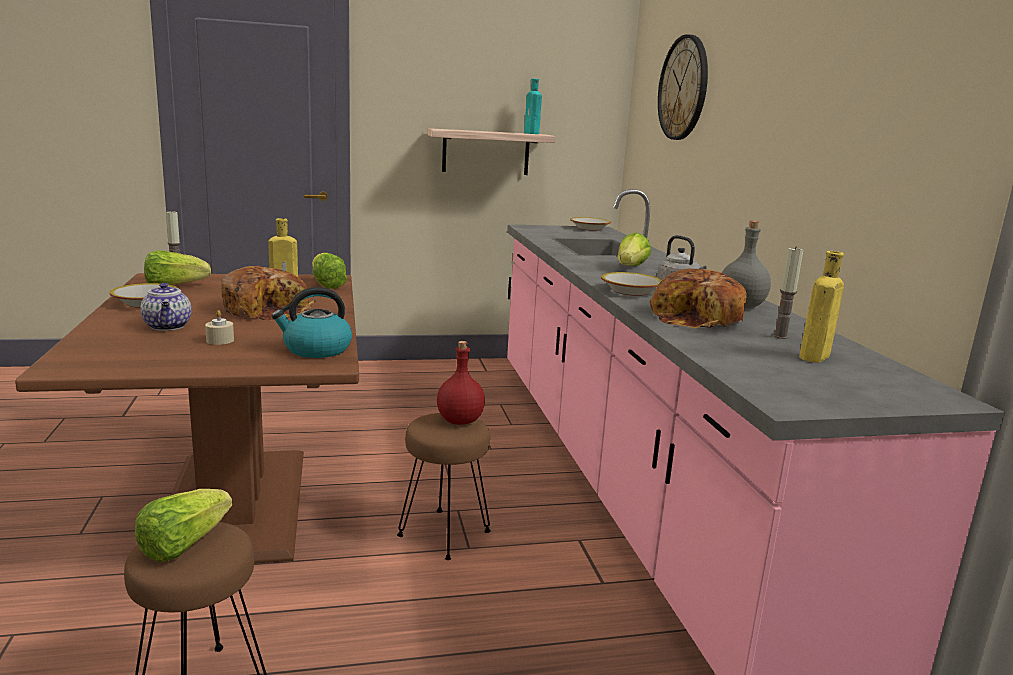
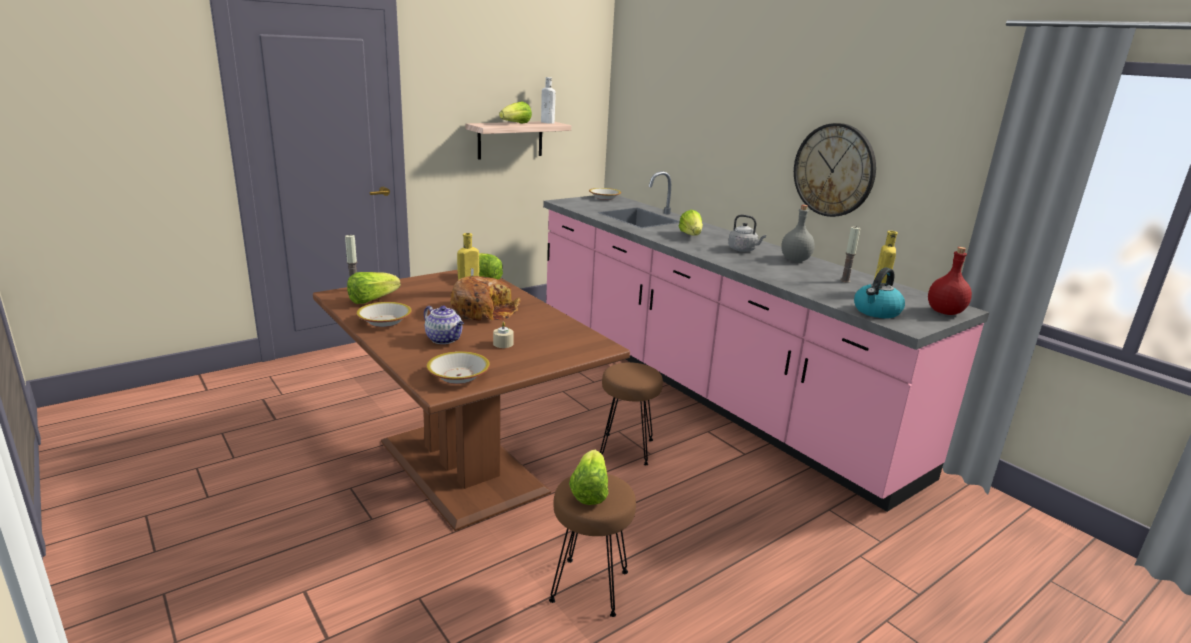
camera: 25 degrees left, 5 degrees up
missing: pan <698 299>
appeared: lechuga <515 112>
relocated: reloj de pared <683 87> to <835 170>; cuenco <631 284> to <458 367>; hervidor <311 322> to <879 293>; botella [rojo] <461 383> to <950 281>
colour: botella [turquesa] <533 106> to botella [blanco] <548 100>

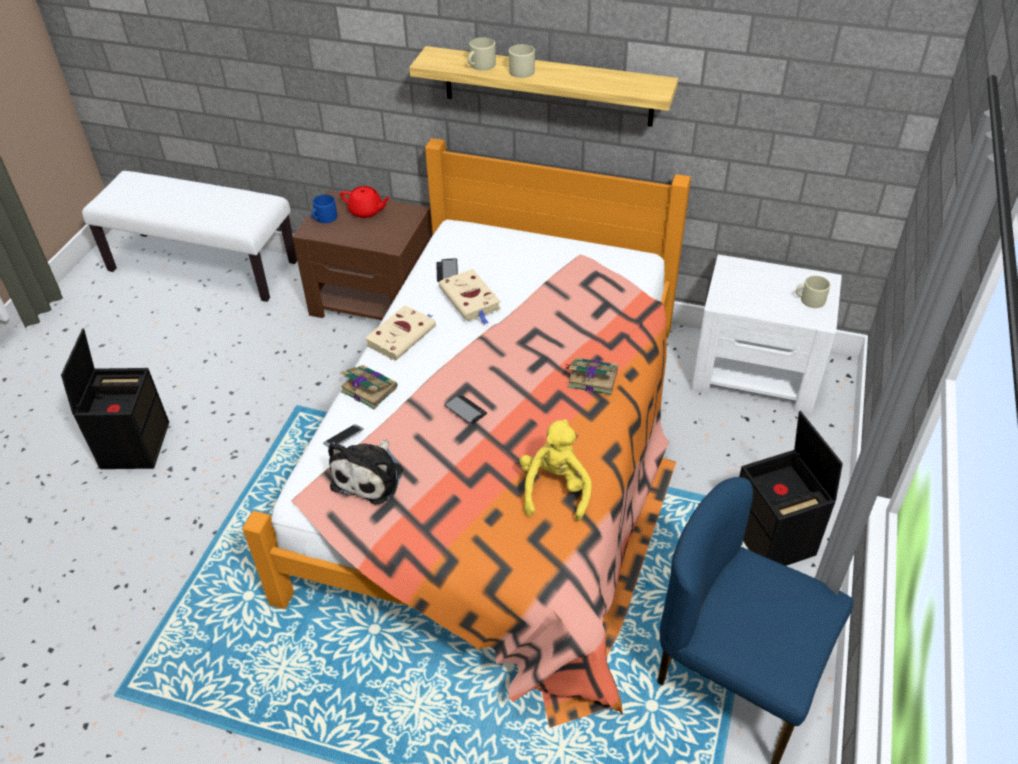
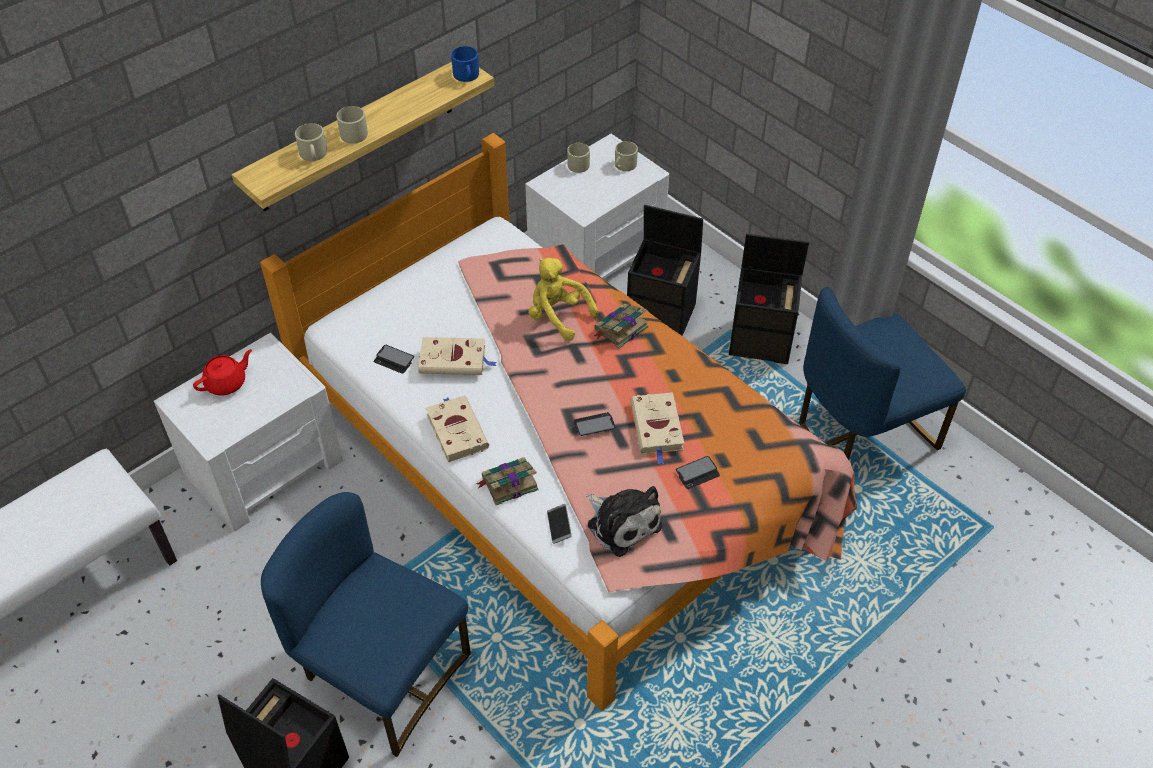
camera: 60 degrees left, 5 degrees up
appeared: taza grande [beis] <578 158>; caja de almacenaje [negro] <665 270>; libro [beis] <657 428>; móvil <698 472>; silla [azul] <366 624>
relocated: taza grande [azul] <324 208> to <465 64>; peluche [amarillo] <555 470> to <563 299>
colour: mesita de noche [marrón] <362 255> to mesita de noche [blanco] <248 432>

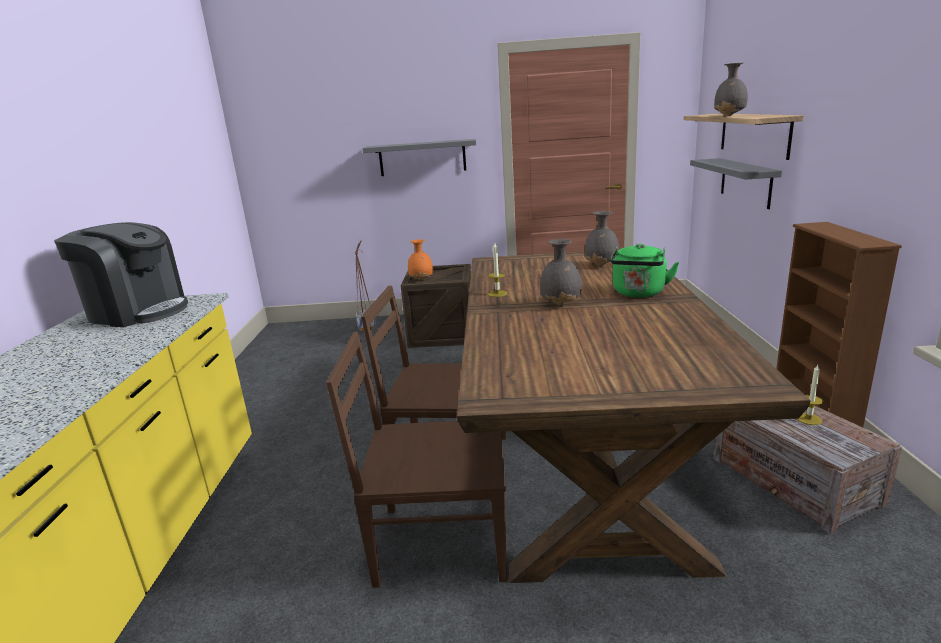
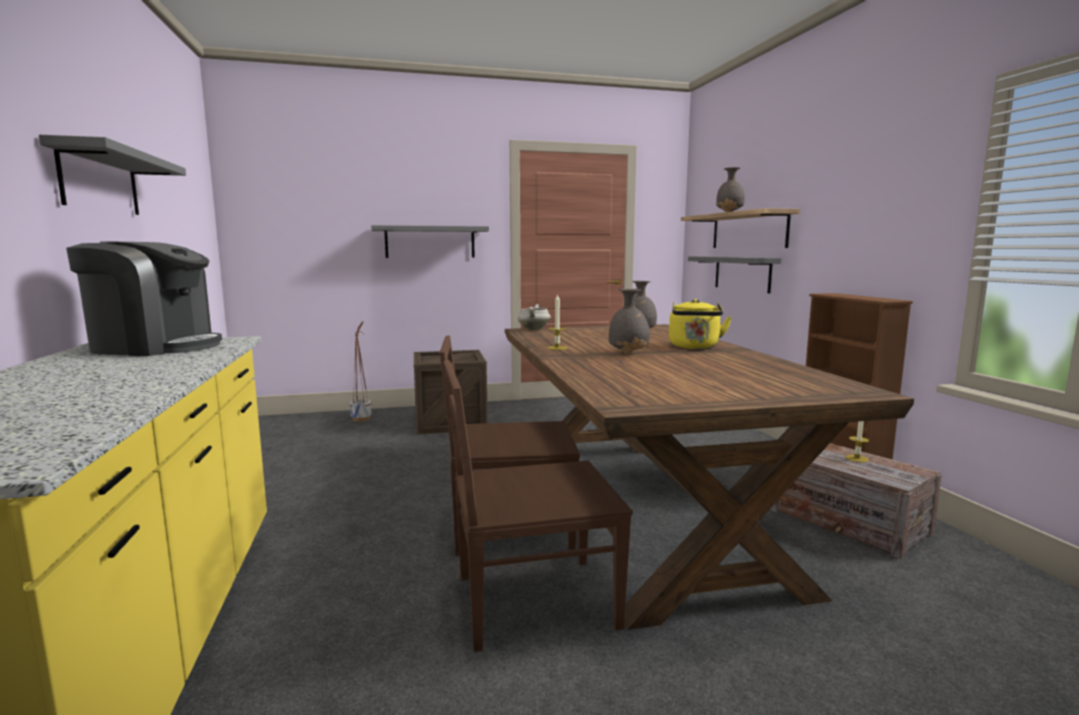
camera: 15 degrees left, 10 degrees down
missing: florero [naranja] <420 259>
appeared: estante [gris] <112 175>; olla [blanco] <534 317>
colour: hervidor [verde] <645 270> to hervidor [amarillo] <700 324>

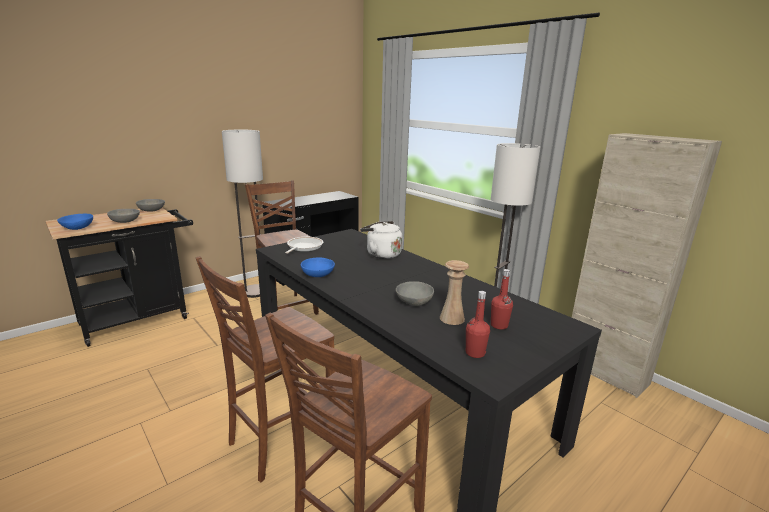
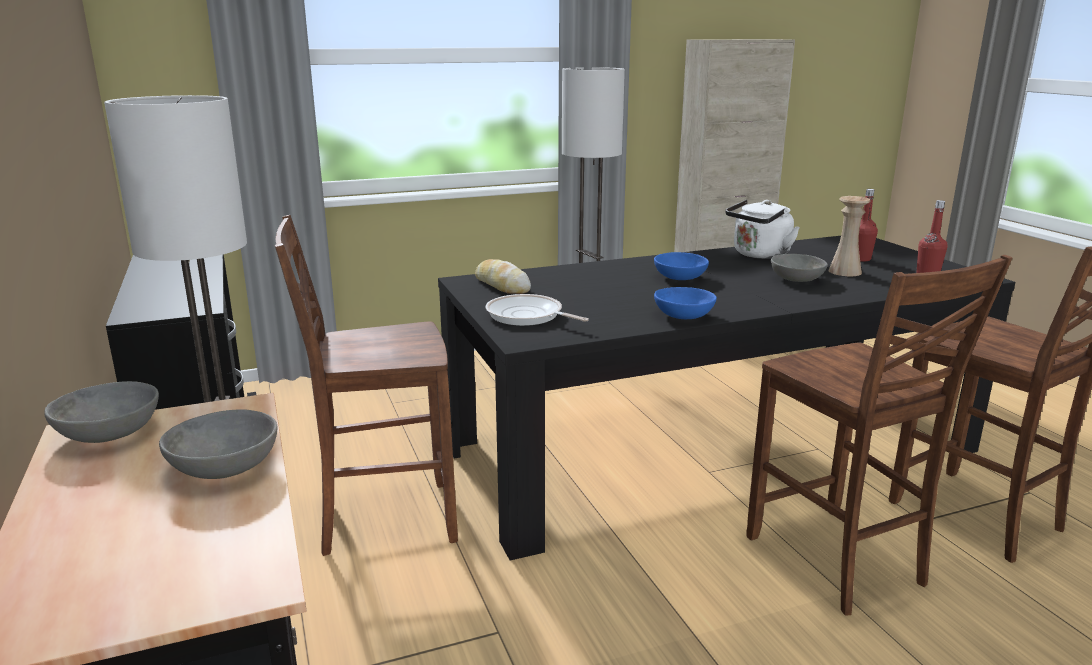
camera: 70 degrees left, 0 degrees up
appeared: pan <503 276>
relocated: cuenco [azul] <75 222> to <681 266>; hervidor [blanco] <381 240> to <762 229>

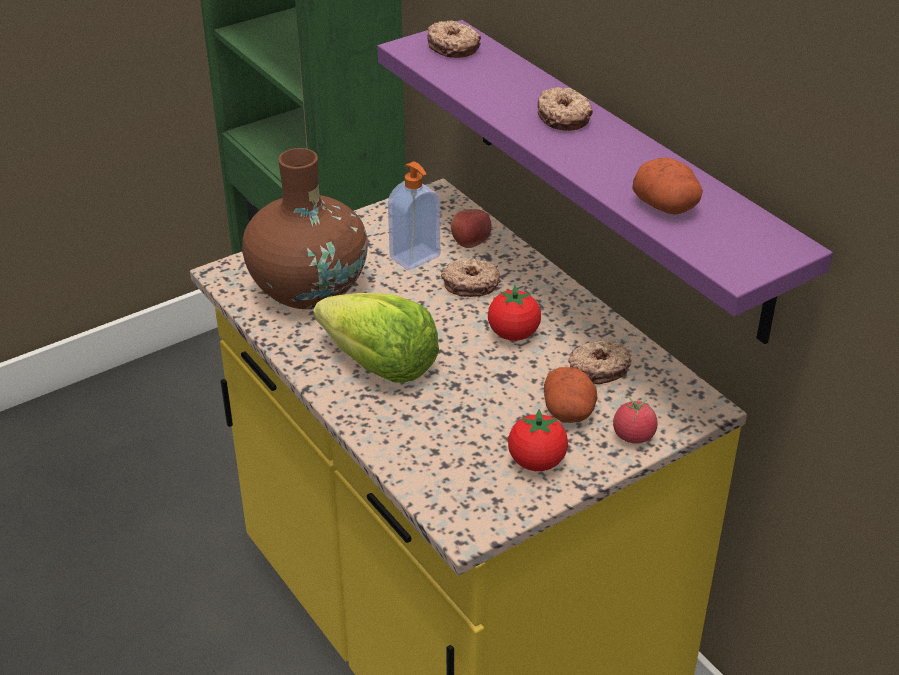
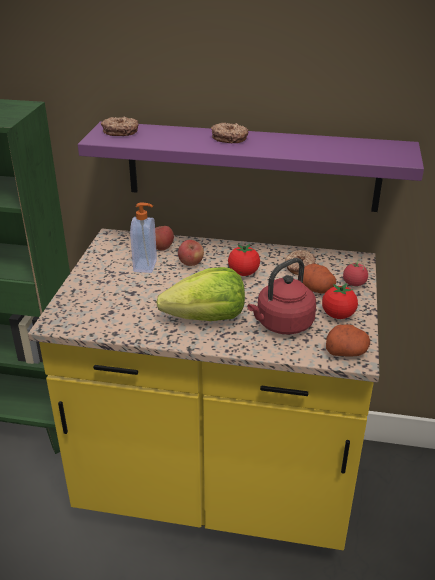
camera: 45 degrees left, 5 degrees down
missing: florero [marrón] <305 228>
appeared: hervidor [rojo] <281 296>
relocated: patata <667 186> to <348 340>
exchanged: rosquilla <470 277> to manzana <191 253>

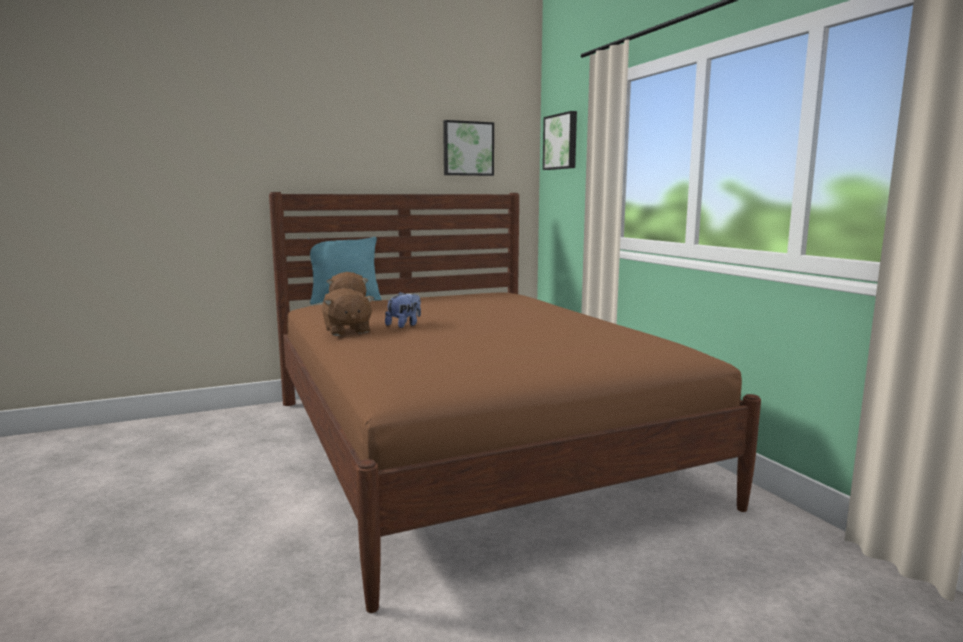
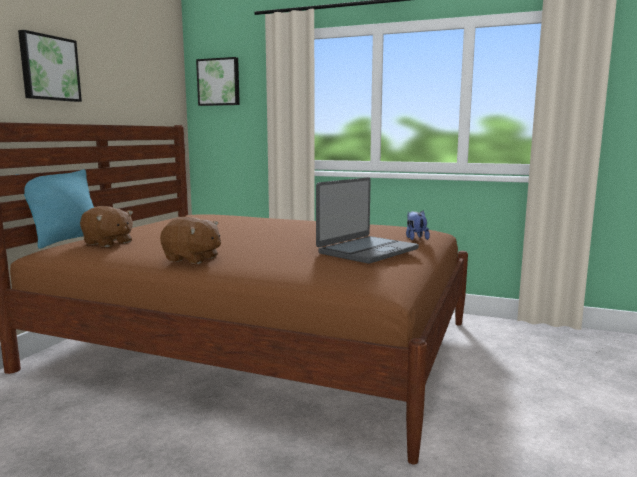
camera: 45 degrees left, 0 degrees up
appeared: portátil <367 220>
relocated: cuadro <468 148> to <50 66>; peluche <403 310> to <418 225>

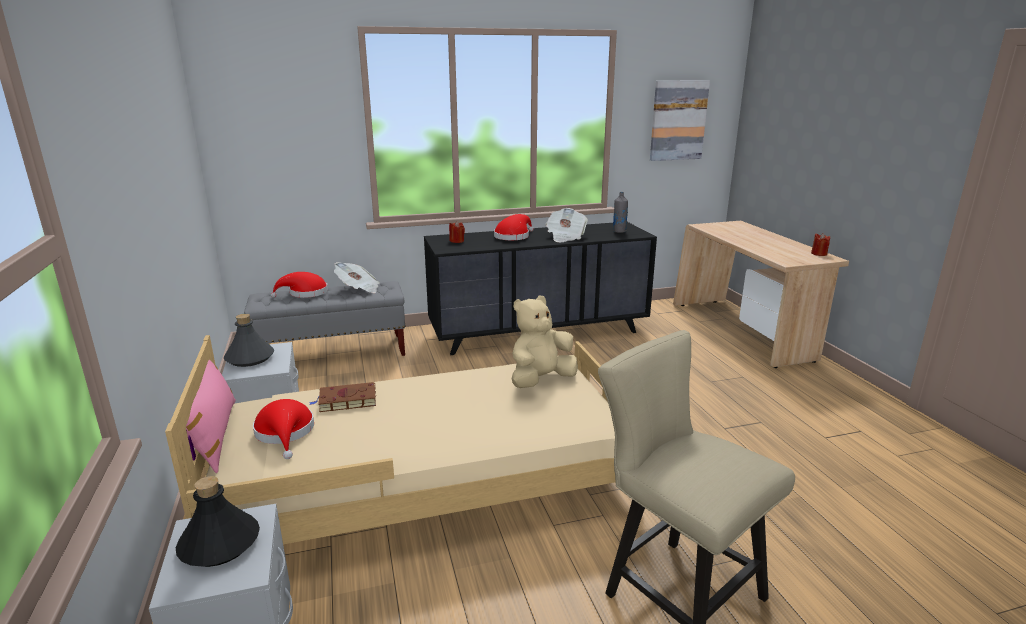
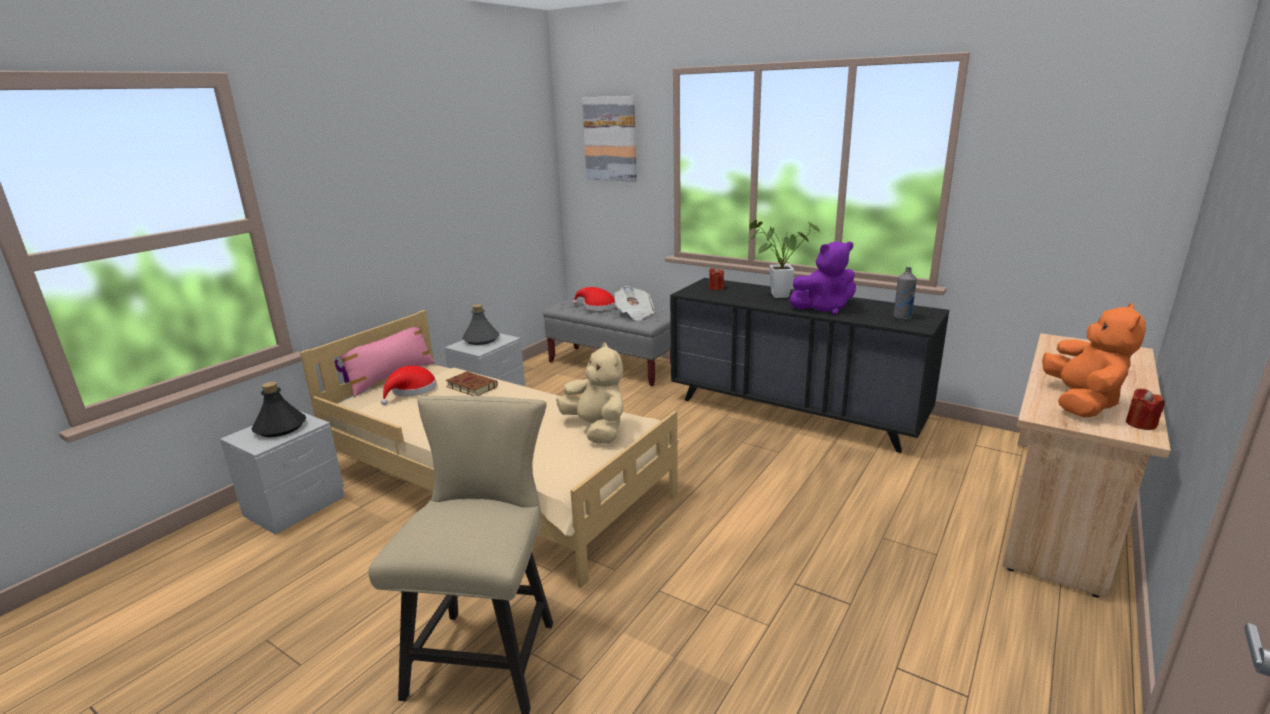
camera: 50 degrees right, 0 degrees up
appeared: peluche [naranja] <1094 360>
relocated: cuadro <680 120> to <609 139>
exchanged: periódico <567 225> to peluche [morado] <822 278>; sombrero [rojo] <514 227> to planta en maceta <784 259>
spun: peluche [beis] <545 342> = <589 393> 45 degrees clockwise

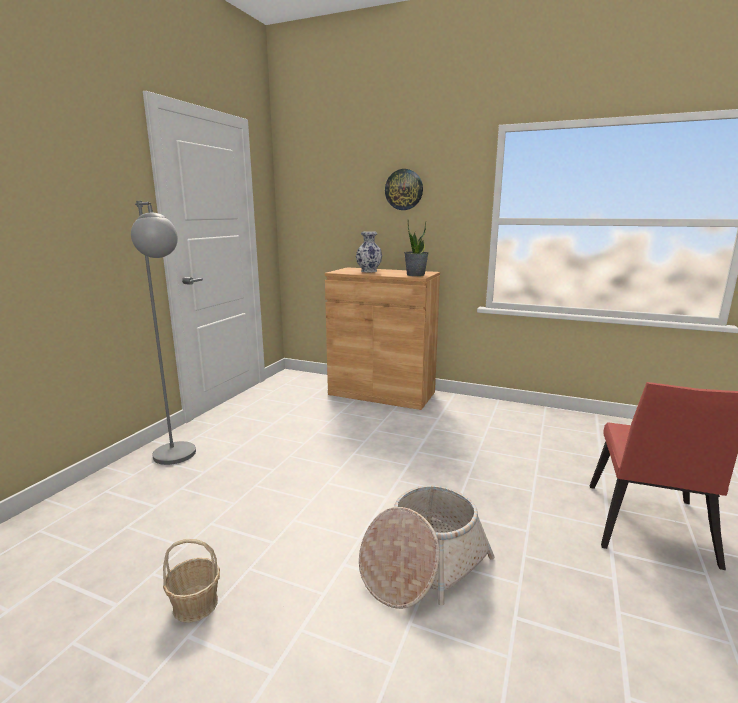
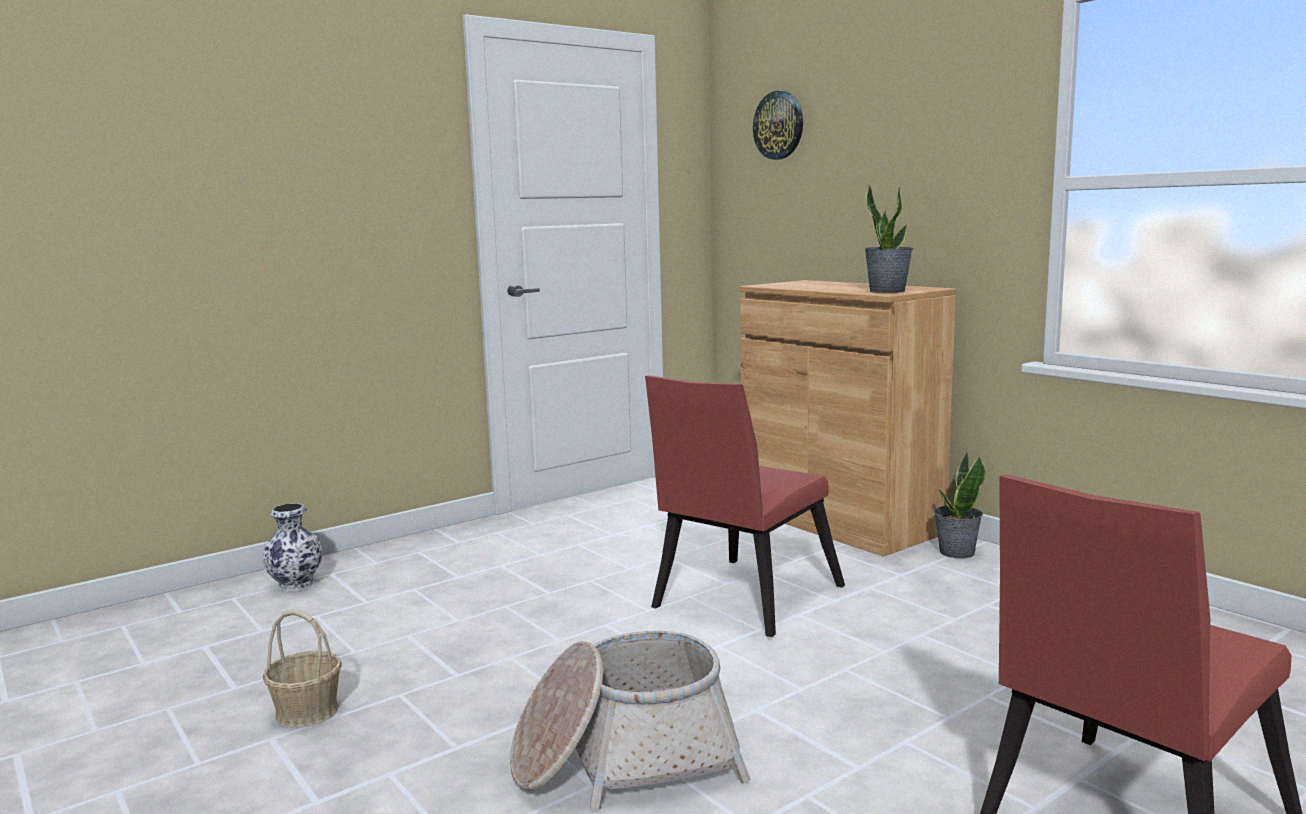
camera: 30 degrees right, 5 degrees down
missing: lámpara de pie [gris] <163 333>
appeared: silla [rojo] <745 506>; planta en maceta <959 505>
relocated: reloj de pared <404 189> to <778 125>; florero <369 251> to <293 547>

